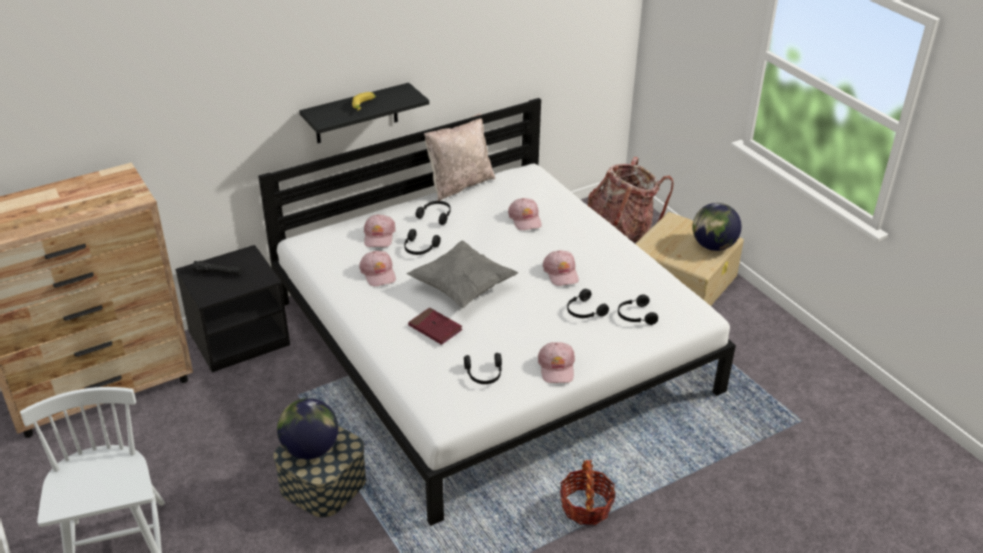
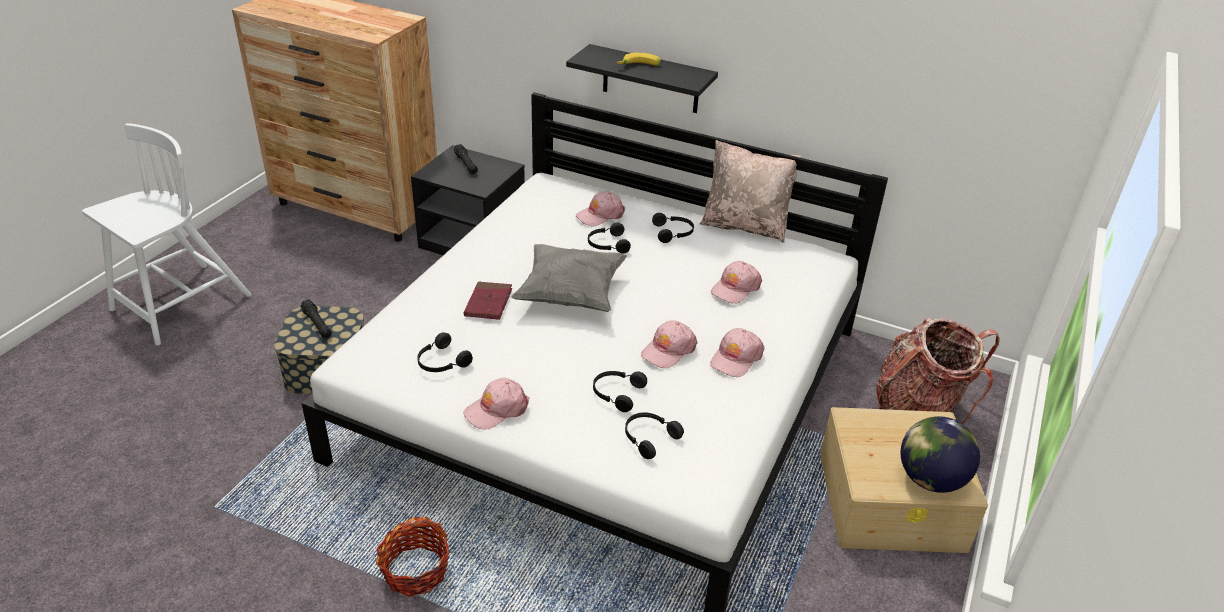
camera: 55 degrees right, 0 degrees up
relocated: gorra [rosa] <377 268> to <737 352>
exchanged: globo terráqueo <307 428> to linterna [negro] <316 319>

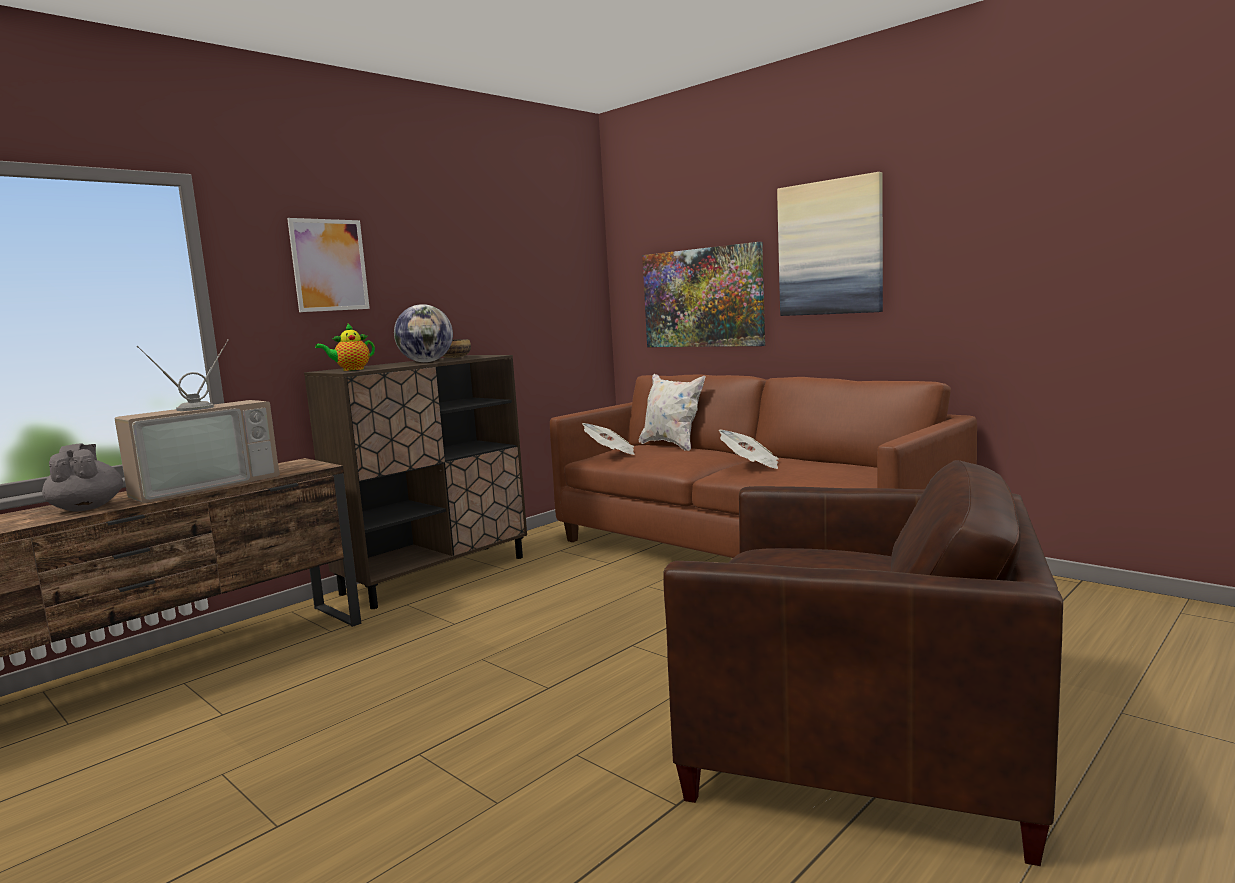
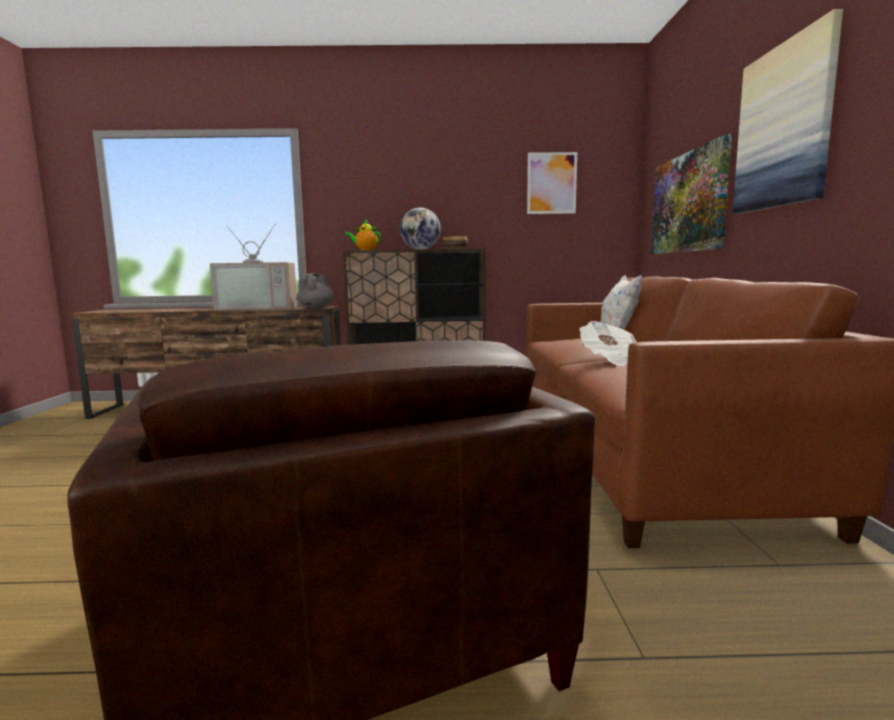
camera: 45 degrees right, 0 degrees up
missing: periódico <608 439>
relocated: cuadro <328 265> to <552 183>; tetera [gris] <82 477> to <315 291>

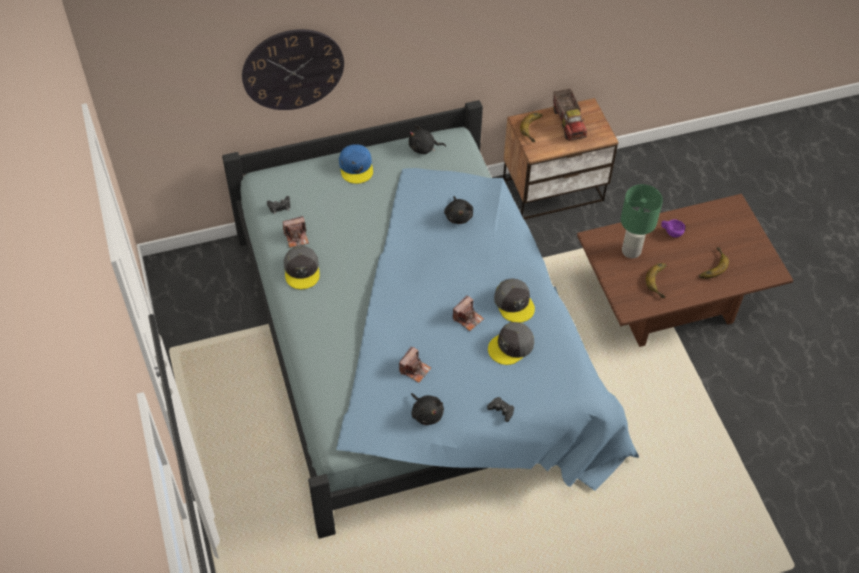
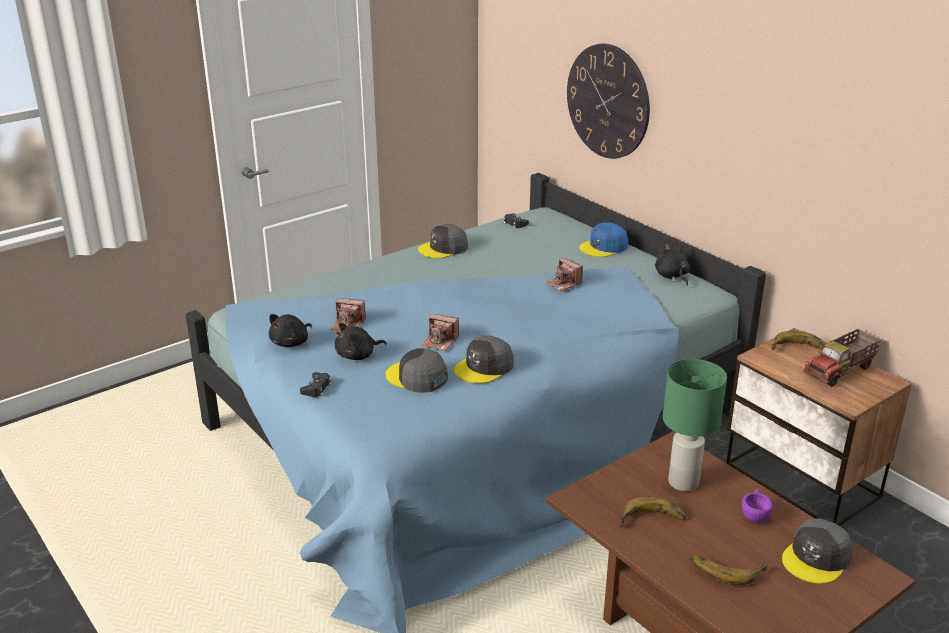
camera: 70 degrees right, 25 degrees down
appeared: gorra [gris] <817 551>
relocated: peluche [negro] <458 210> to <361 341>; cámara <296 232> to <564 274>

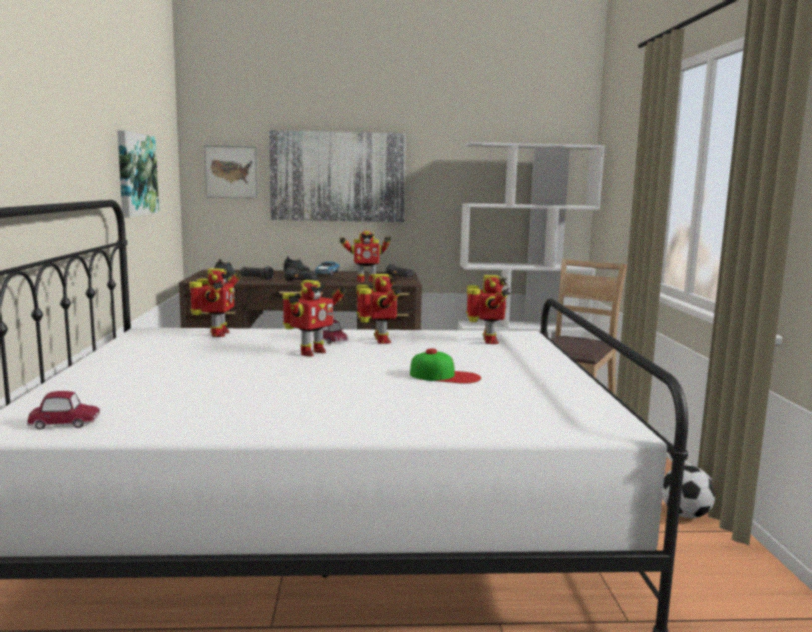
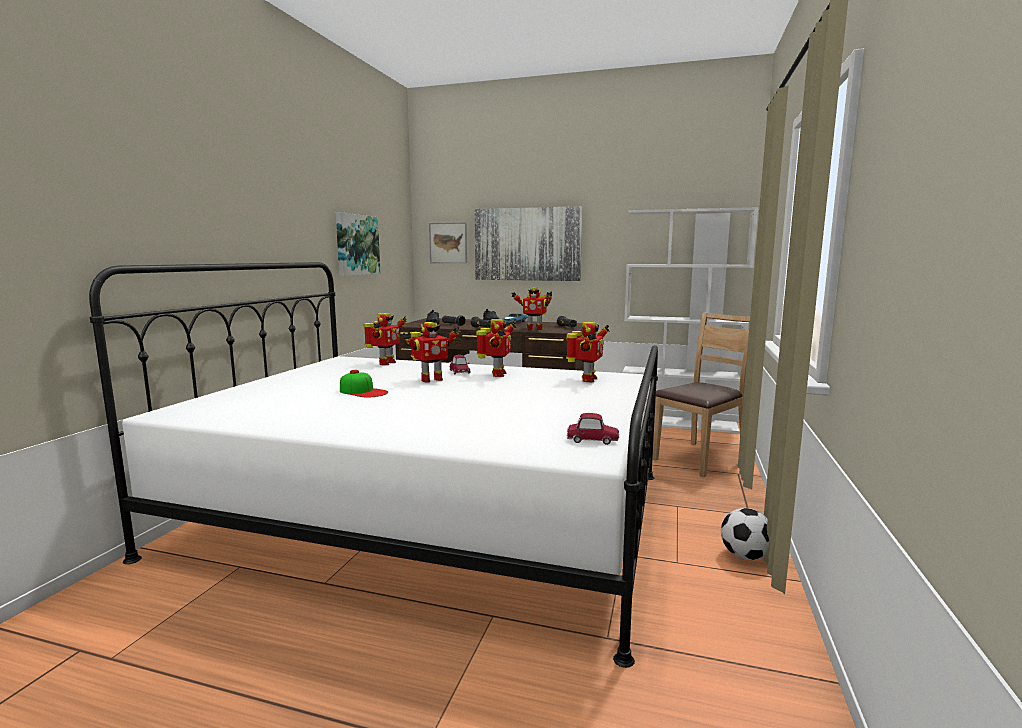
camera: 20 degrees right, 0 degrees up
relocated: gorra <445 366> to <364 384>; coche de juguete <63 410> to <593 429>

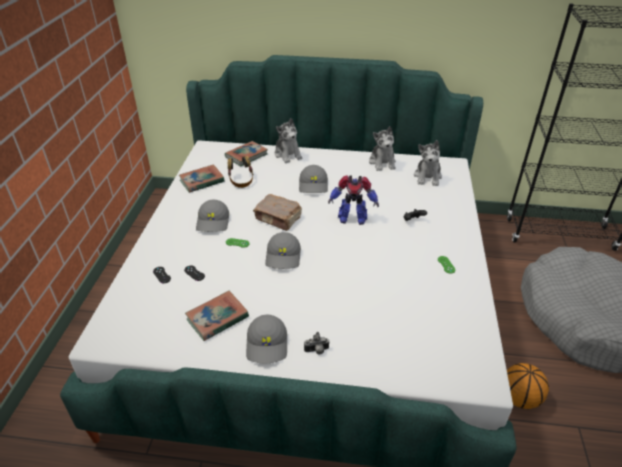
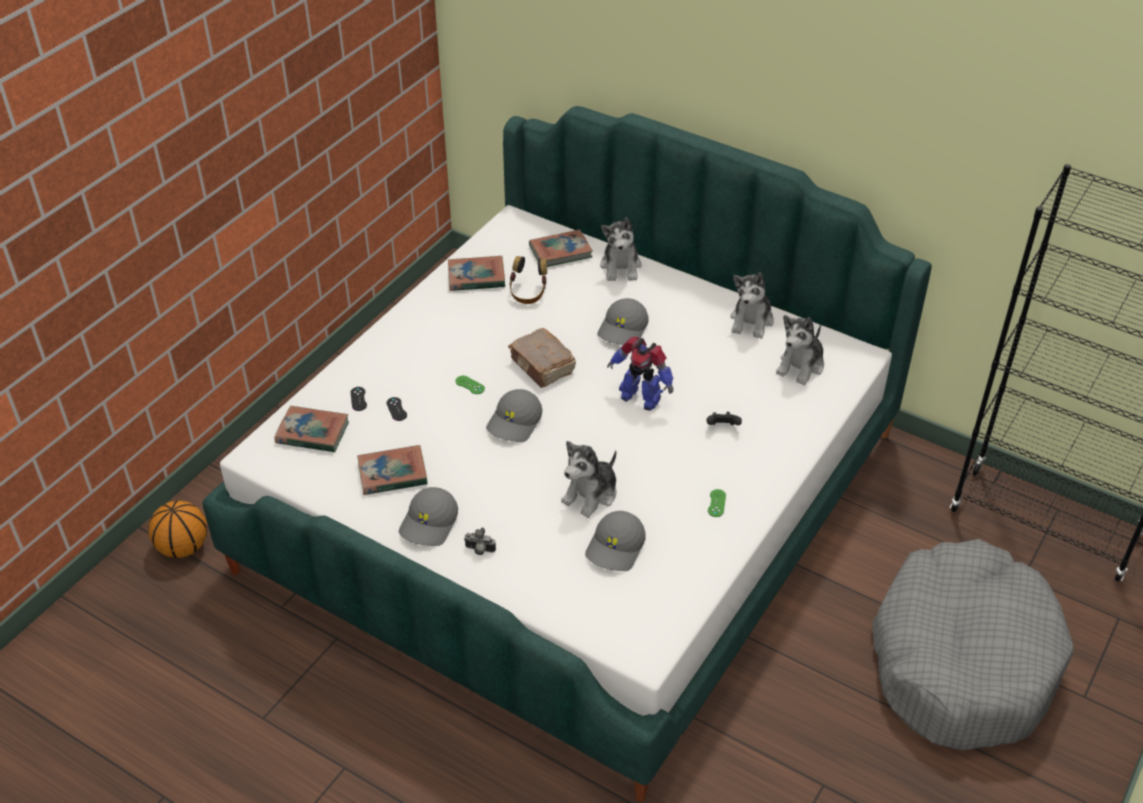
camera: 25 degrees right, 5 degrees up
appeared: libro <311 429>; peluche <589 479>
relocated: gorra [gris] <212 215> to <615 541>; balón de baloncesto <528 386> to <178 529>

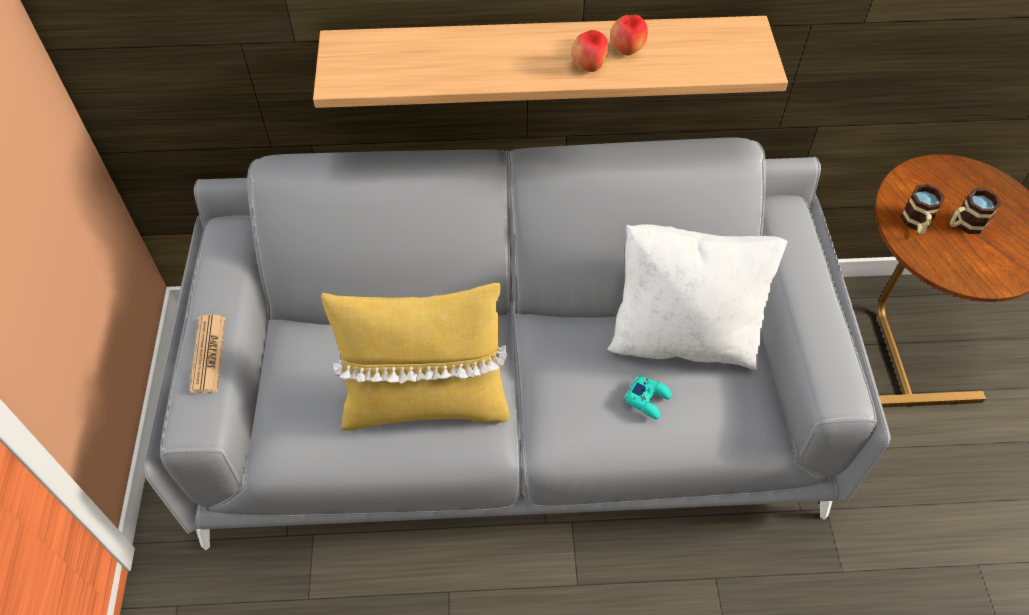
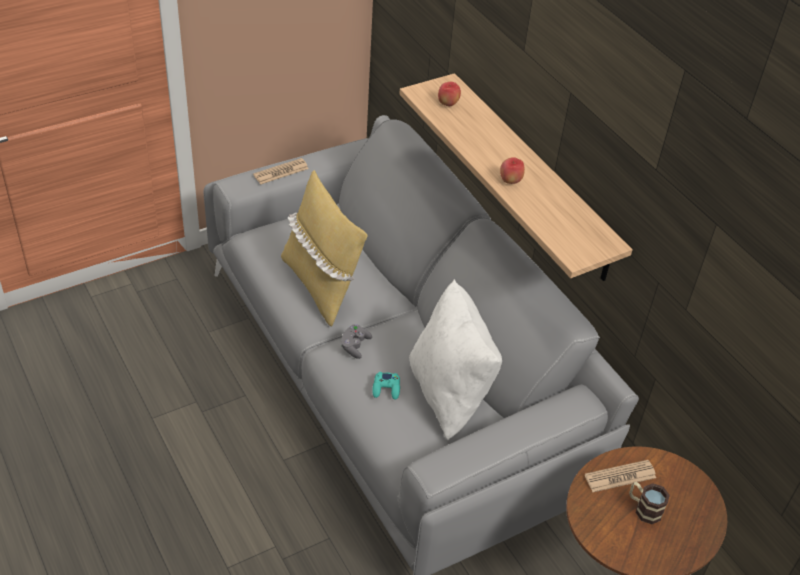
camera: 60 degrees right, 10 degrees down
appeared: mando de consola [gris] <356 341>
relocated: manzana <629 35> to <449 94>
exchanged: taza grande <922 209> to periódico <620 476>

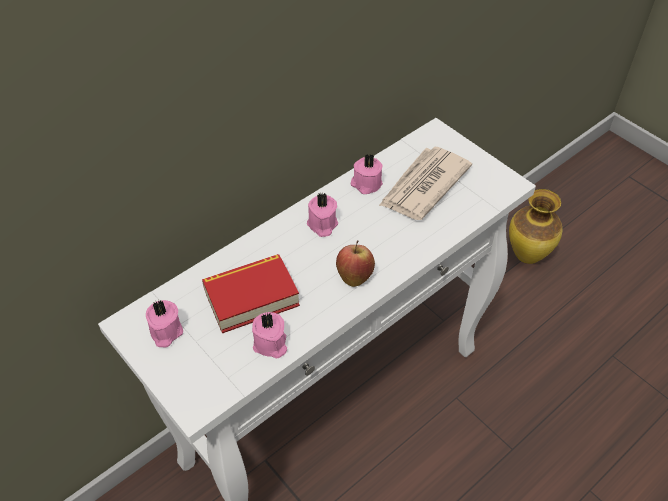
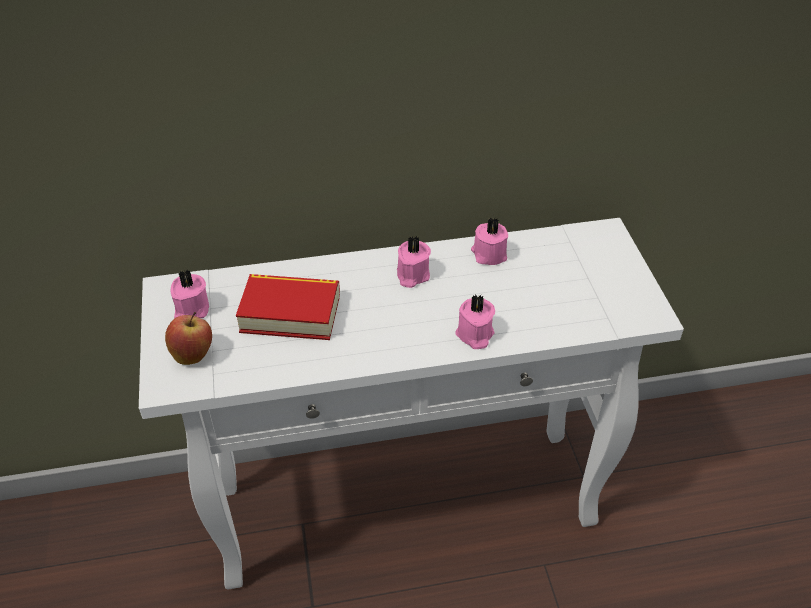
camera: 30 degrees right, 5 degrees down
missing: periódico <425 183>; florero <536 226>
relocated: manzana <355 263> to <188 338>; vela [rosa] <269 335> to <475 321>

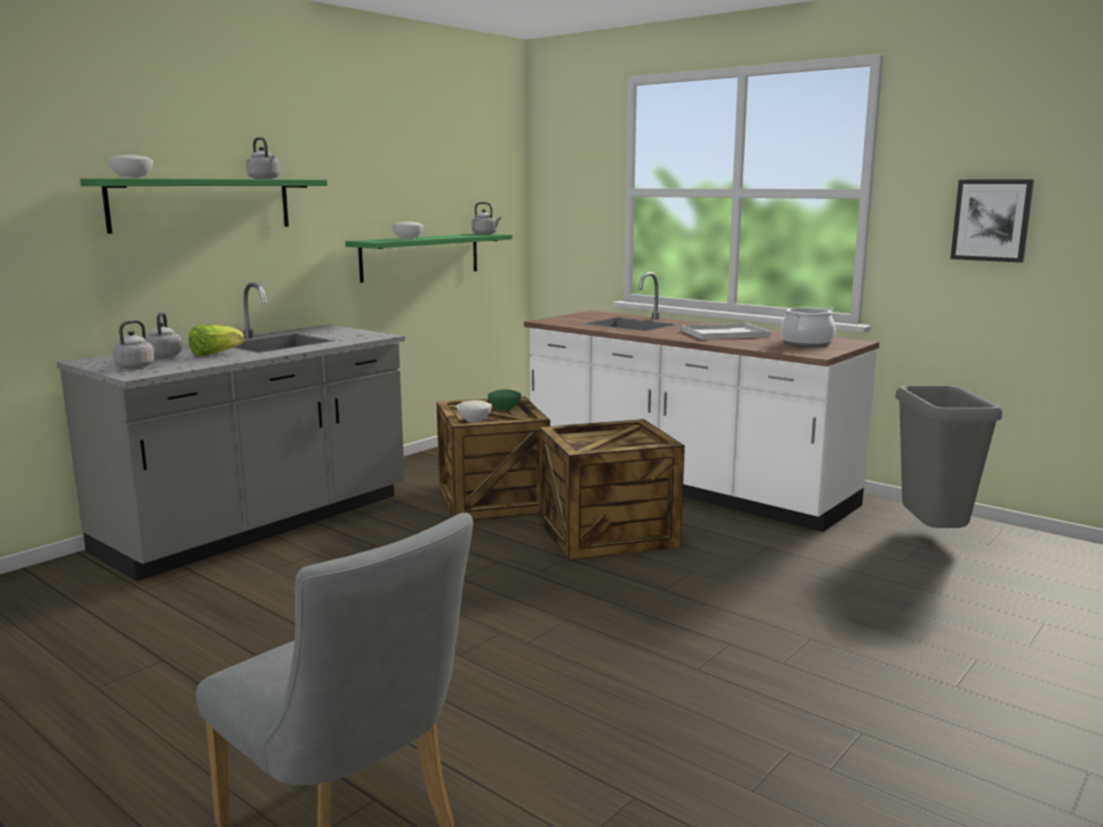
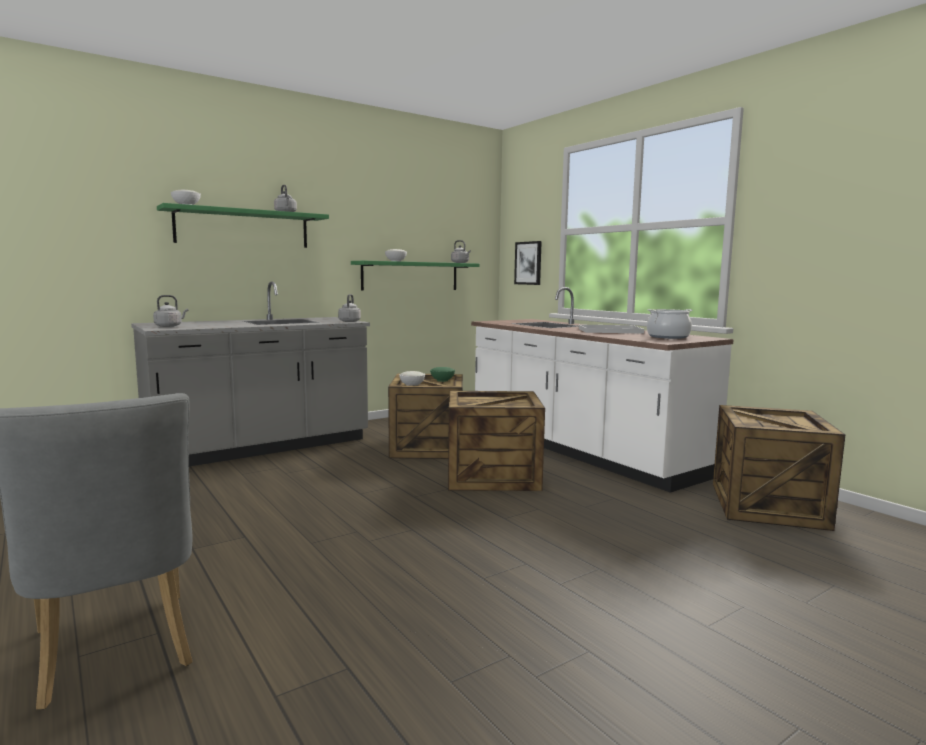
camera: 15 degrees right, 5 degrees down
missing: lechuga <216 340>
relocated: cuadro <992 221> to <528 263>; hervidor [gris] <164 335> to <349 308>
exchanged: papelera [gris] <948 456> to caja de embalaje <779 468>

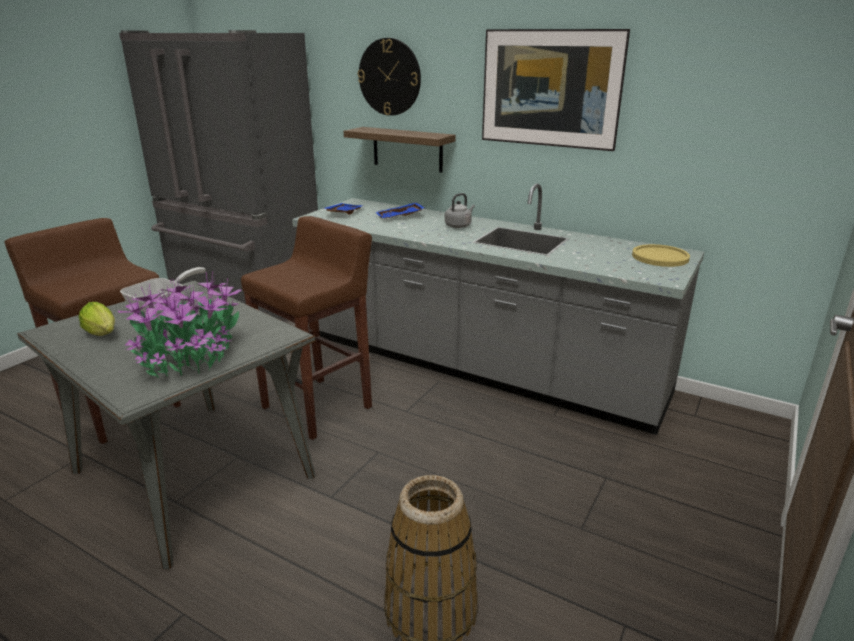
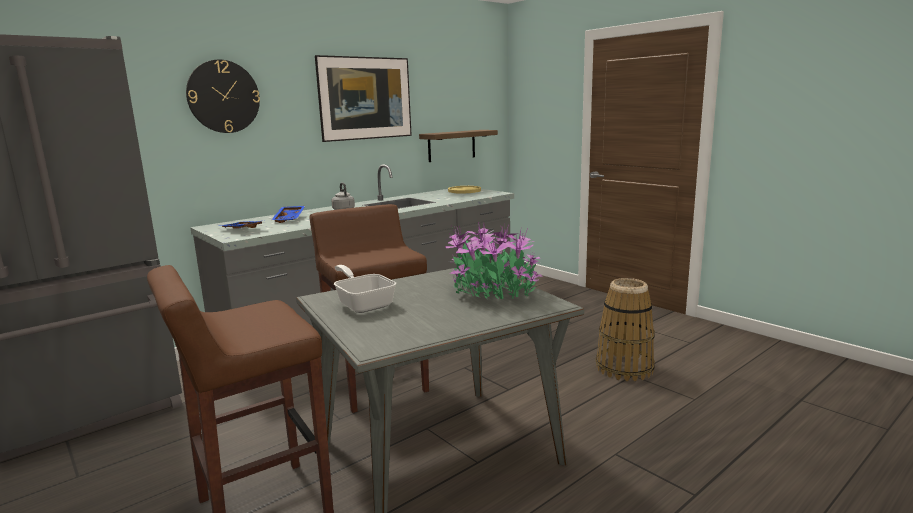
camera: 70 degrees left, 10 degrees down
missing: lechuga <97 319>
relocated: estante <400 150> to <458 146>

